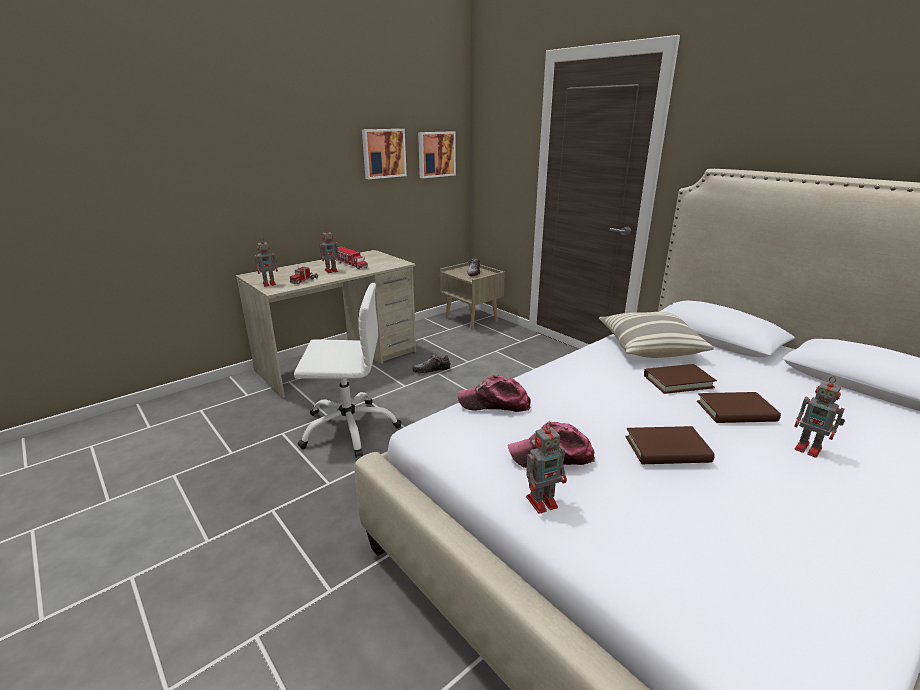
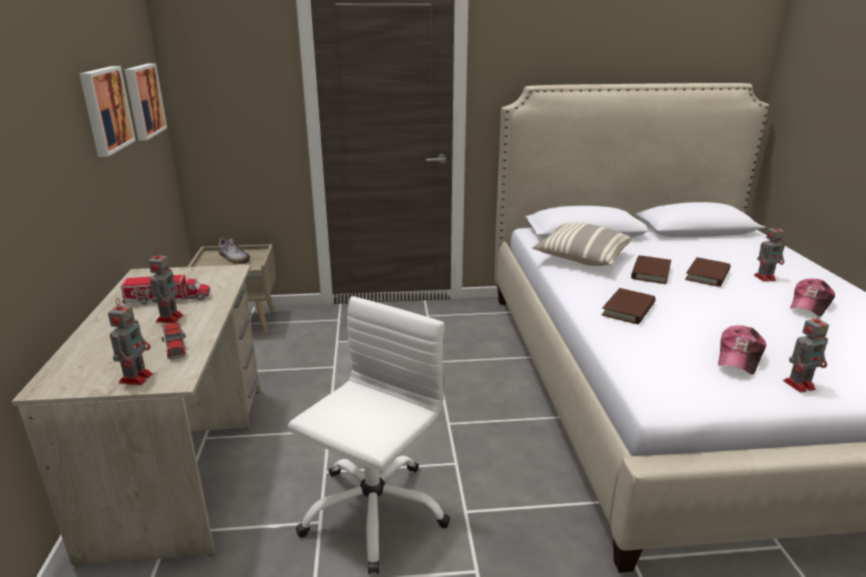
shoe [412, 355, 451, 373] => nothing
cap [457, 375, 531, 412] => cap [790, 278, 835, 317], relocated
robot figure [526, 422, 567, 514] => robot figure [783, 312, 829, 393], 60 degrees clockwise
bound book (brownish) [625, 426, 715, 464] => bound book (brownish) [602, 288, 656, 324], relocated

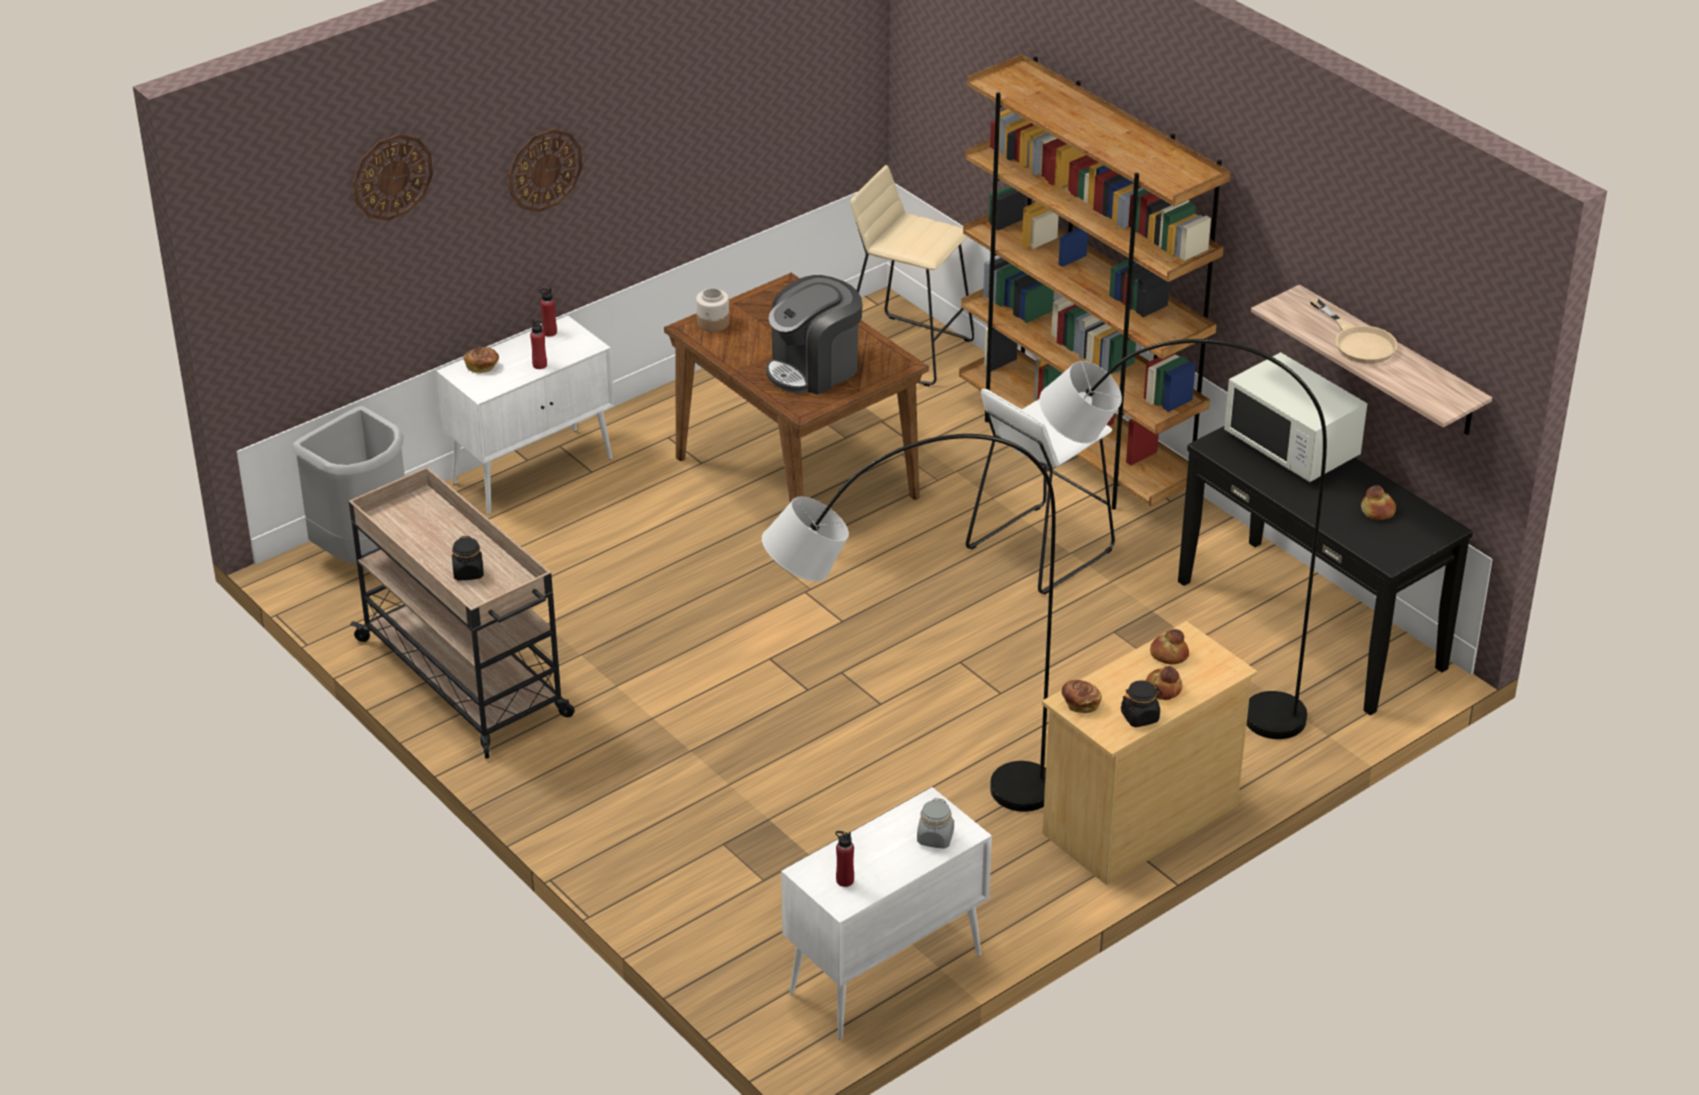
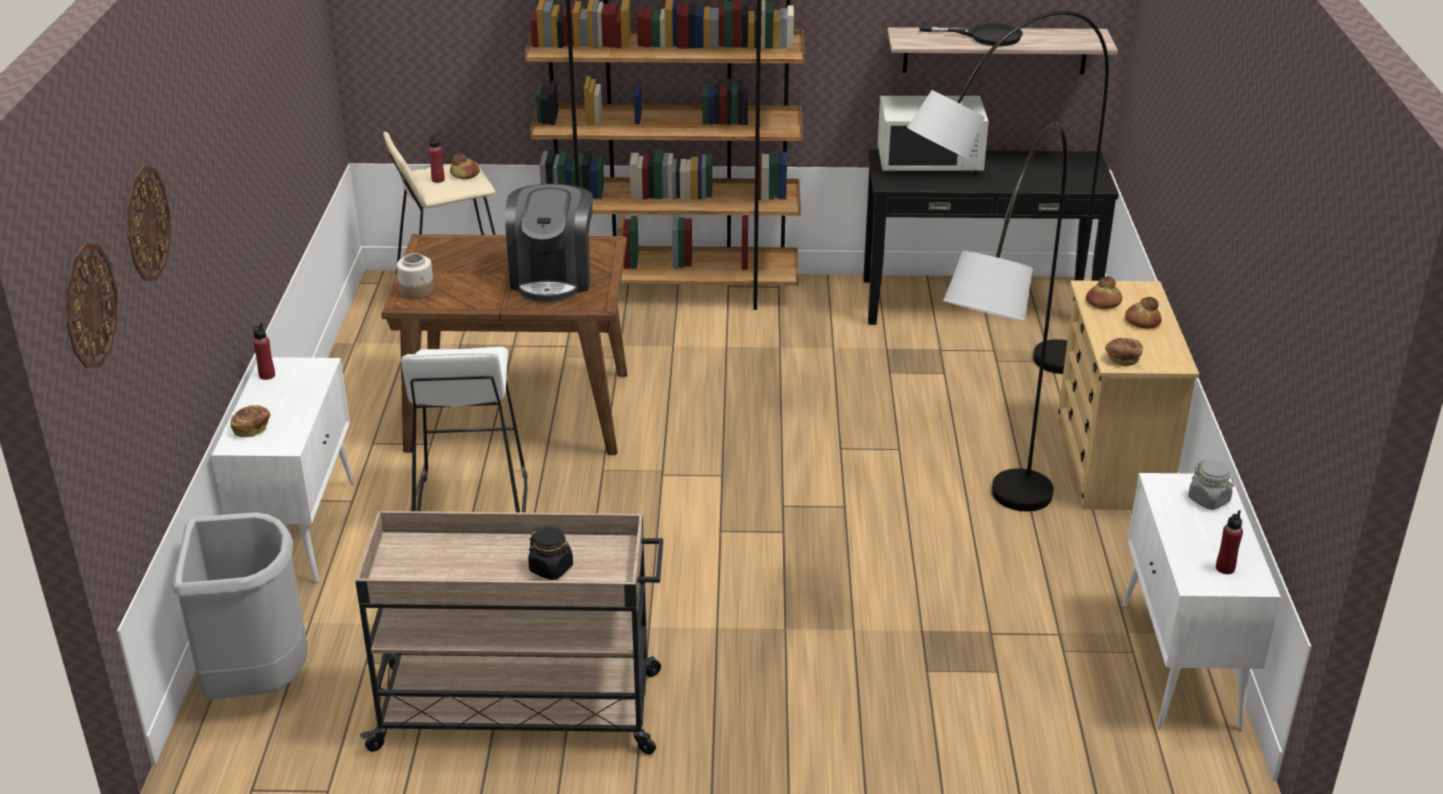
hanging clock [508, 129, 583, 212] => hanging clock [66, 243, 117, 368], relocated
bottle (red) [530, 319, 547, 369] => bottle (red) [429, 134, 445, 183], relocated
sitting stool (whitish) [966, 389, 1115, 594] => sitting stool (whitish) [401, 347, 528, 513], relocated
jar (blackish) [1121, 680, 1163, 727] => nothing
skillet (sand-coloured) [1310, 298, 1398, 364] => skillet (blackish) [919, 23, 1023, 46]
bakery bread [1361, 485, 1396, 520] => bakery bread [450, 153, 480, 179], relocated

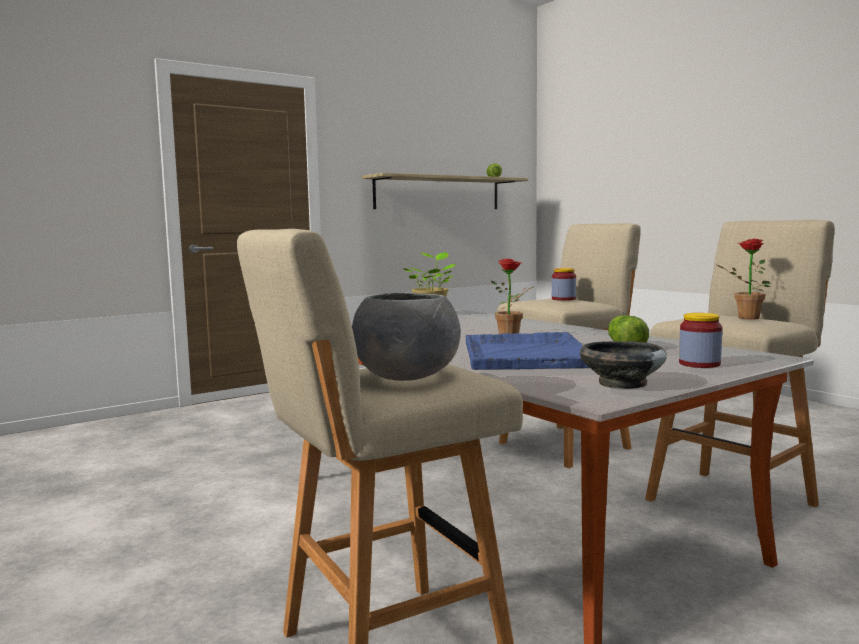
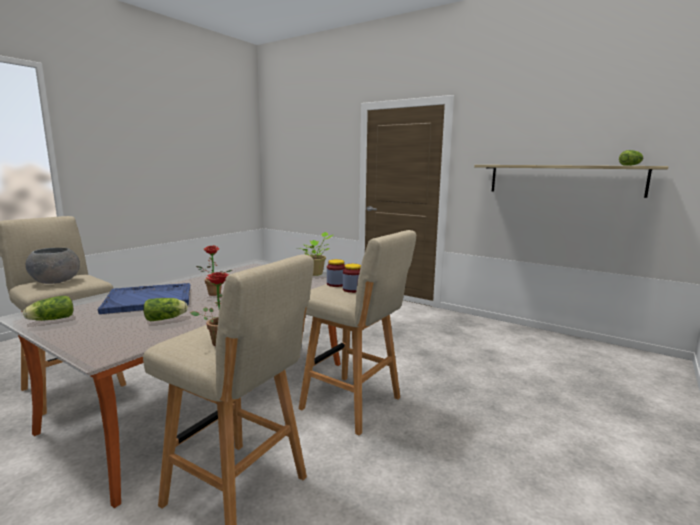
bowl (blackish) [580, 341, 667, 389] => lettuce [23, 296, 73, 321]
jar [679, 313, 722, 368] => jar [327, 259, 345, 287], relocated

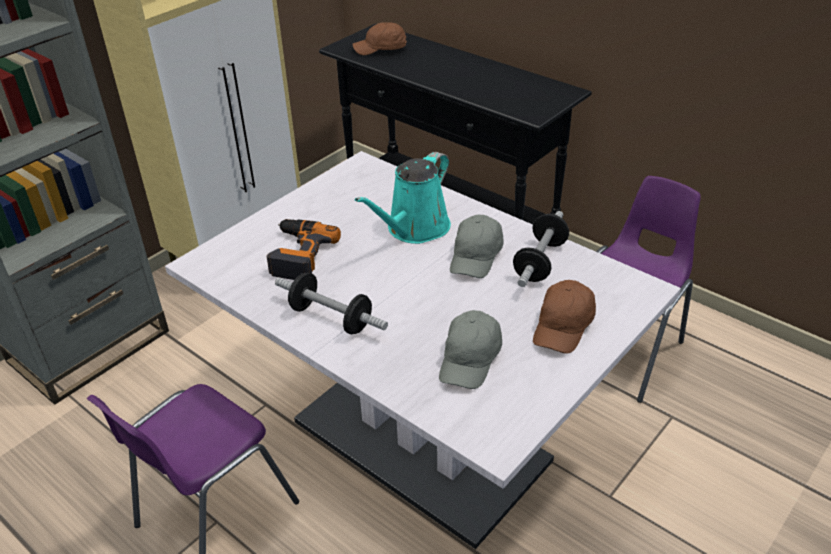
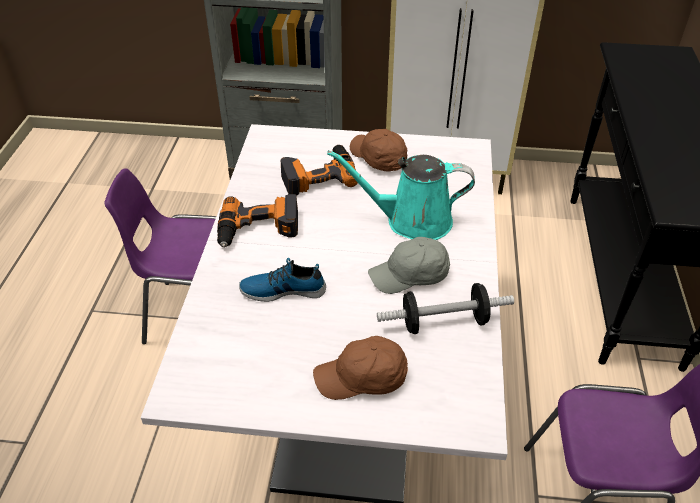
dumbbell [275, 273, 388, 334] => electric drill [217, 194, 298, 247]
cap (brownish) [352, 22, 407, 55] => cap (brownish) [350, 129, 407, 172], relocated
cap (gray) [439, 310, 502, 389] => nothing
nothing => shoe [239, 258, 326, 302]

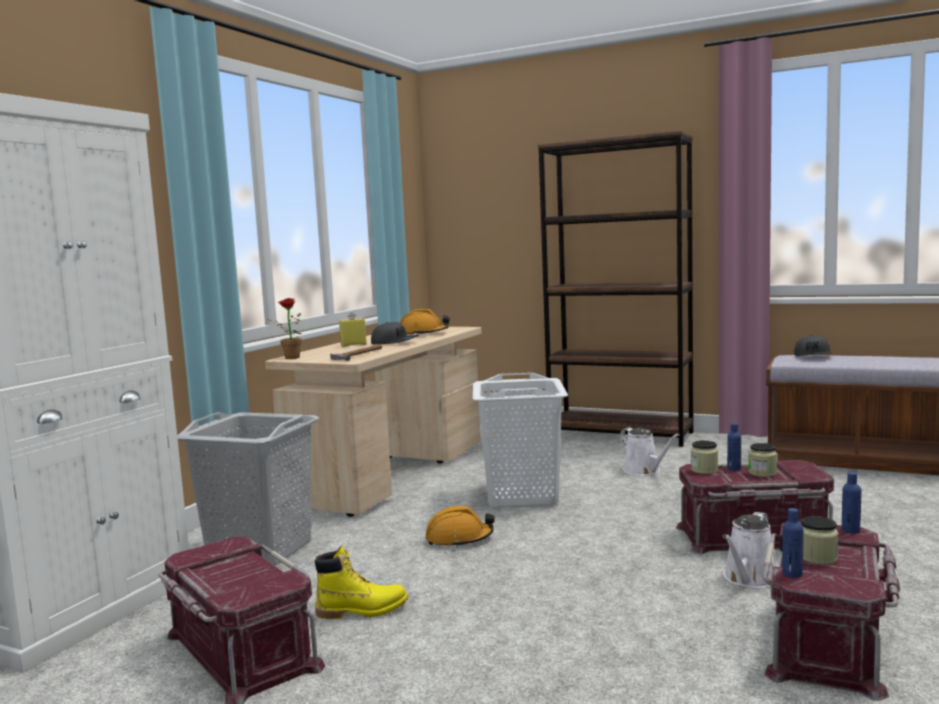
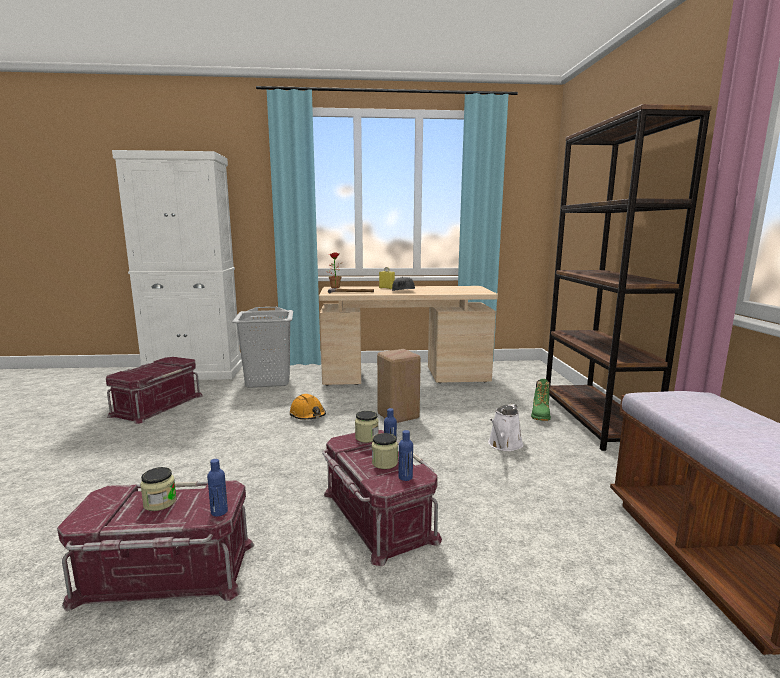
high-top boot (yellowish) [315, 545, 408, 619] => nothing
safety helmet (orange) [400, 309, 450, 335] => nothing
washing basket (whitish) [473, 373, 568, 508] => sitting stool (sand-coloured) [377, 349, 421, 423]
watering pot (whitish) [723, 512, 777, 588] => nothing
bottle (blue) [782, 508, 803, 578] => bottle (blue) [399, 430, 413, 481], relocated
cap (gray) [794, 335, 832, 357] => nothing
nothing => high-top boot (greenish) [531, 379, 551, 421]

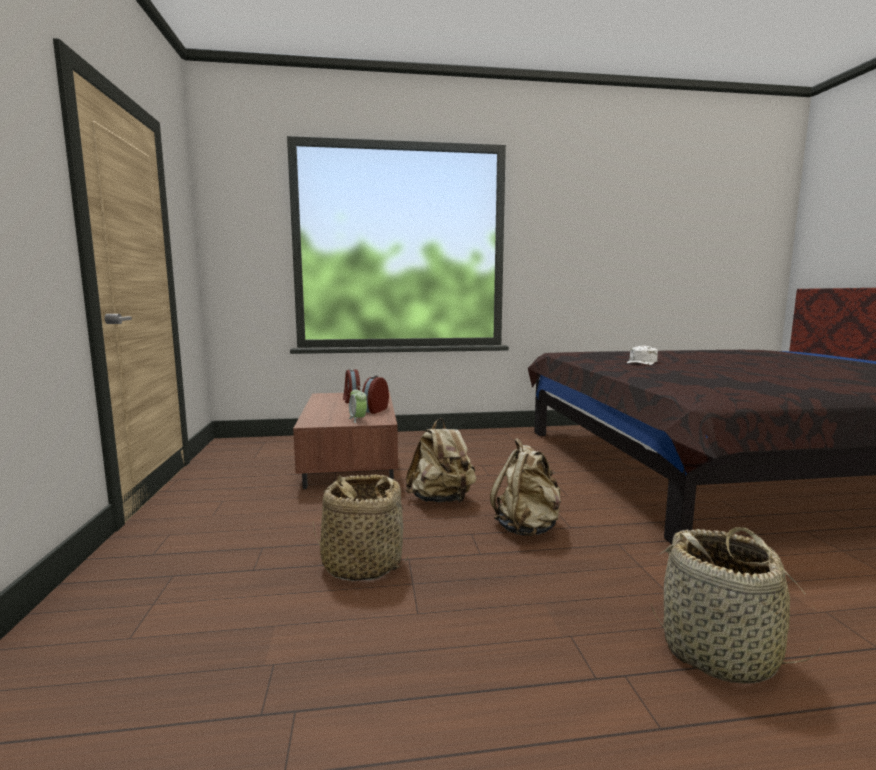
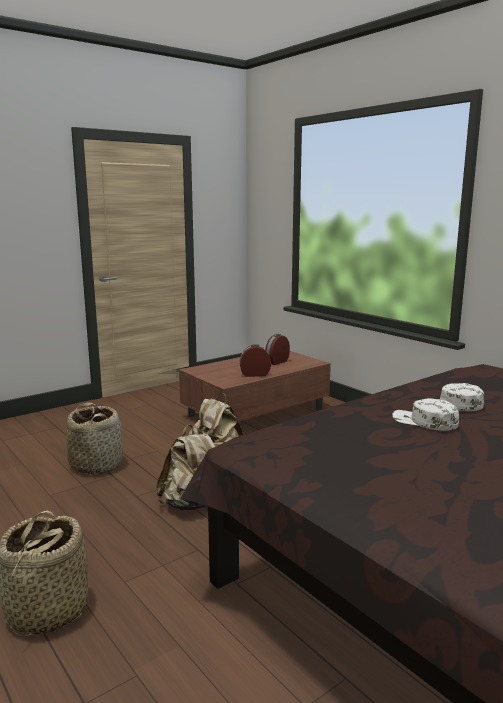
bedside clock [349, 386, 367, 423] => nothing
nothing => cap (whitish) [393, 398, 459, 431]

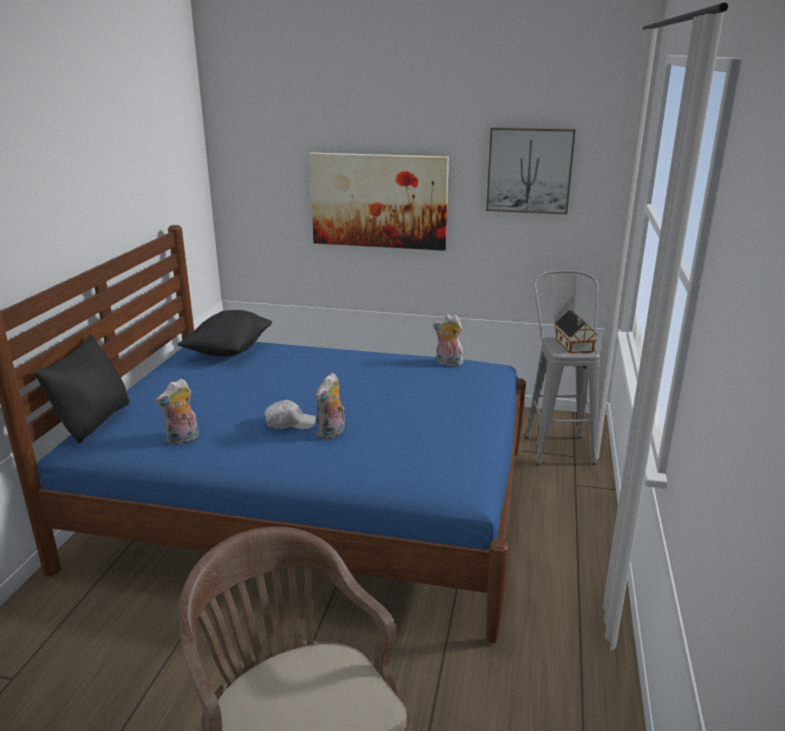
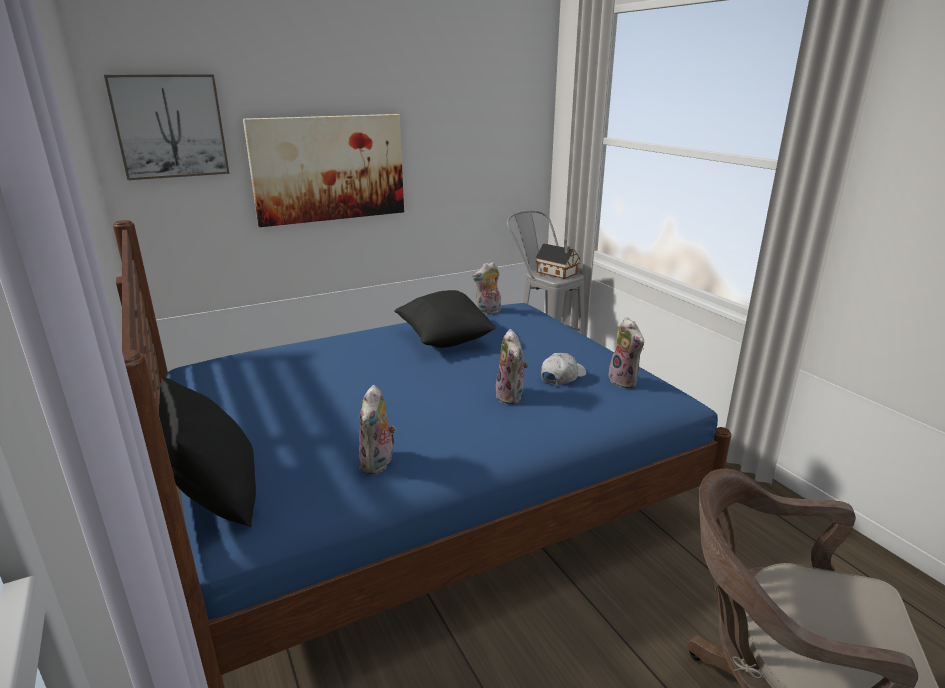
pillow (blackish) [177, 310, 272, 356] => pillow (blackish) [395, 290, 496, 348], relocated
cap (whitish) [265, 400, 316, 429] => cap (whitish) [541, 353, 586, 385], relocated
picture [486, 127, 576, 214] => picture [104, 75, 229, 180], relocated
nothing => soft toy [608, 317, 644, 388]

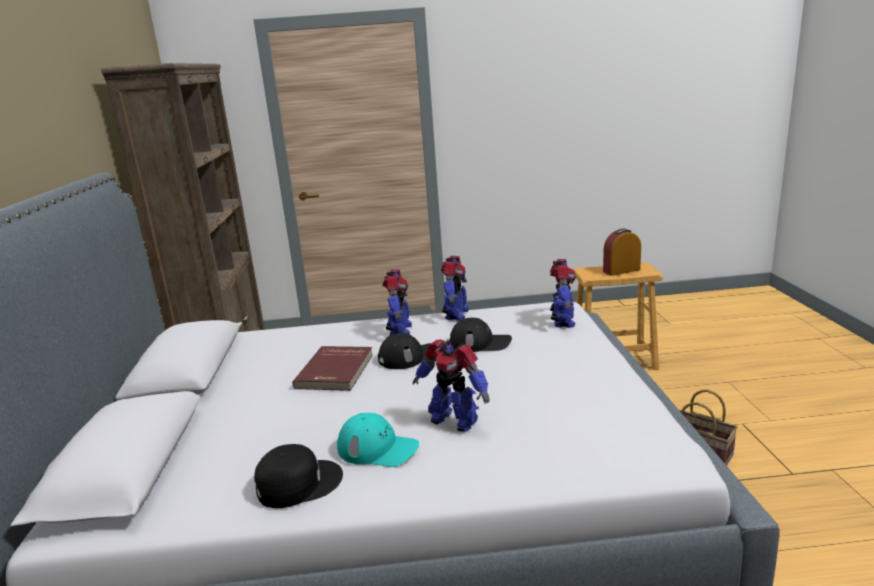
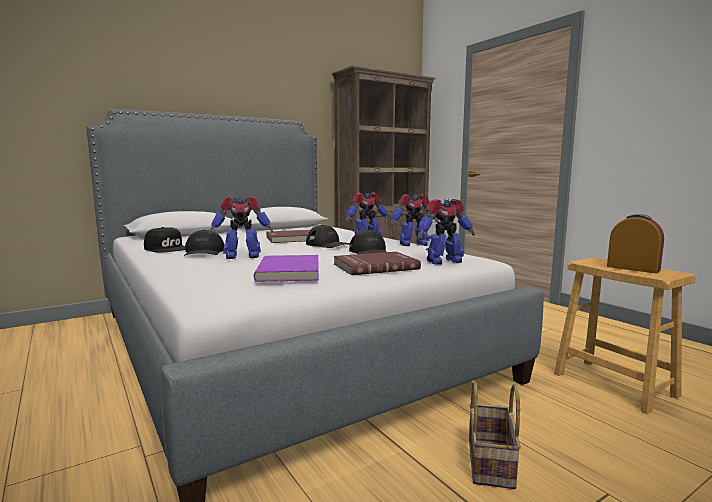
cap (turquoise) [337, 413, 419, 467] => cap (blackish) [184, 230, 224, 256]
robot figure [413, 339, 489, 432] => robot figure [209, 196, 273, 259], 105 degrees counterclockwise
nothing => bound book (purple) [254, 255, 319, 282]
nothing => bound book (red) [334, 252, 421, 275]

